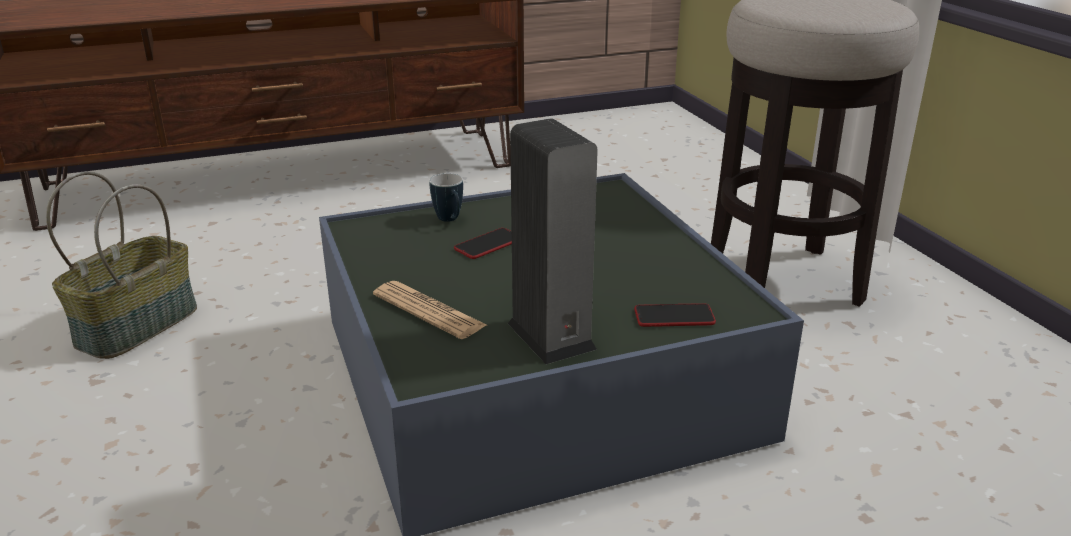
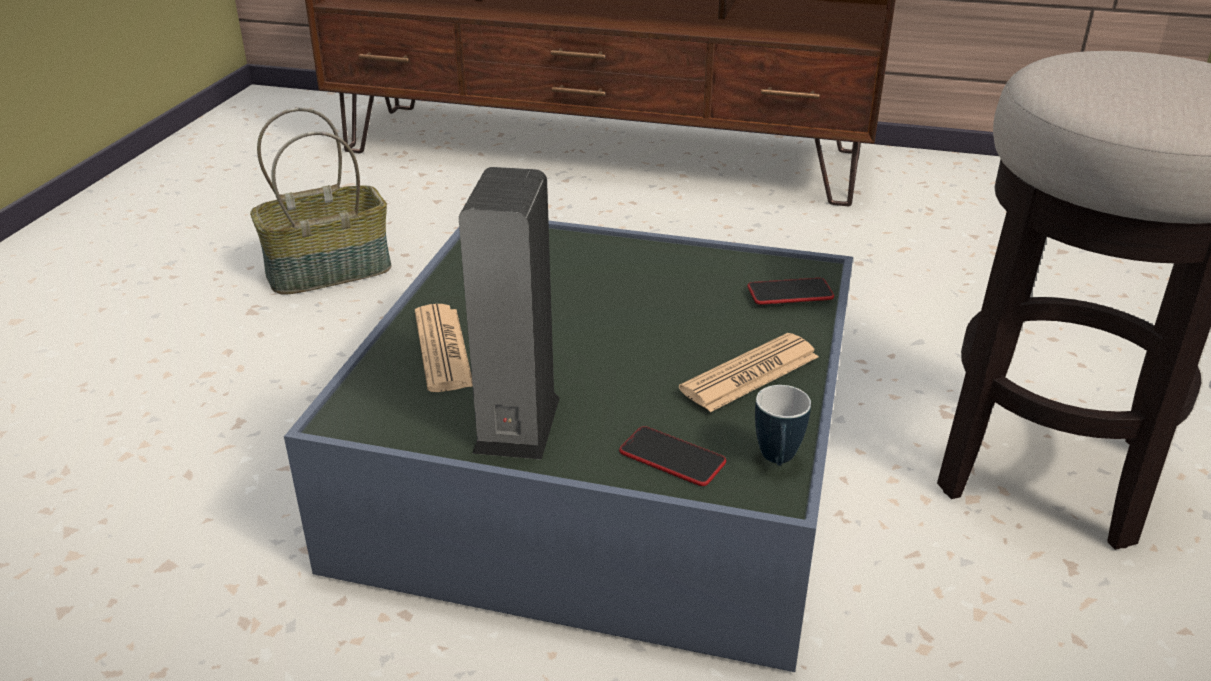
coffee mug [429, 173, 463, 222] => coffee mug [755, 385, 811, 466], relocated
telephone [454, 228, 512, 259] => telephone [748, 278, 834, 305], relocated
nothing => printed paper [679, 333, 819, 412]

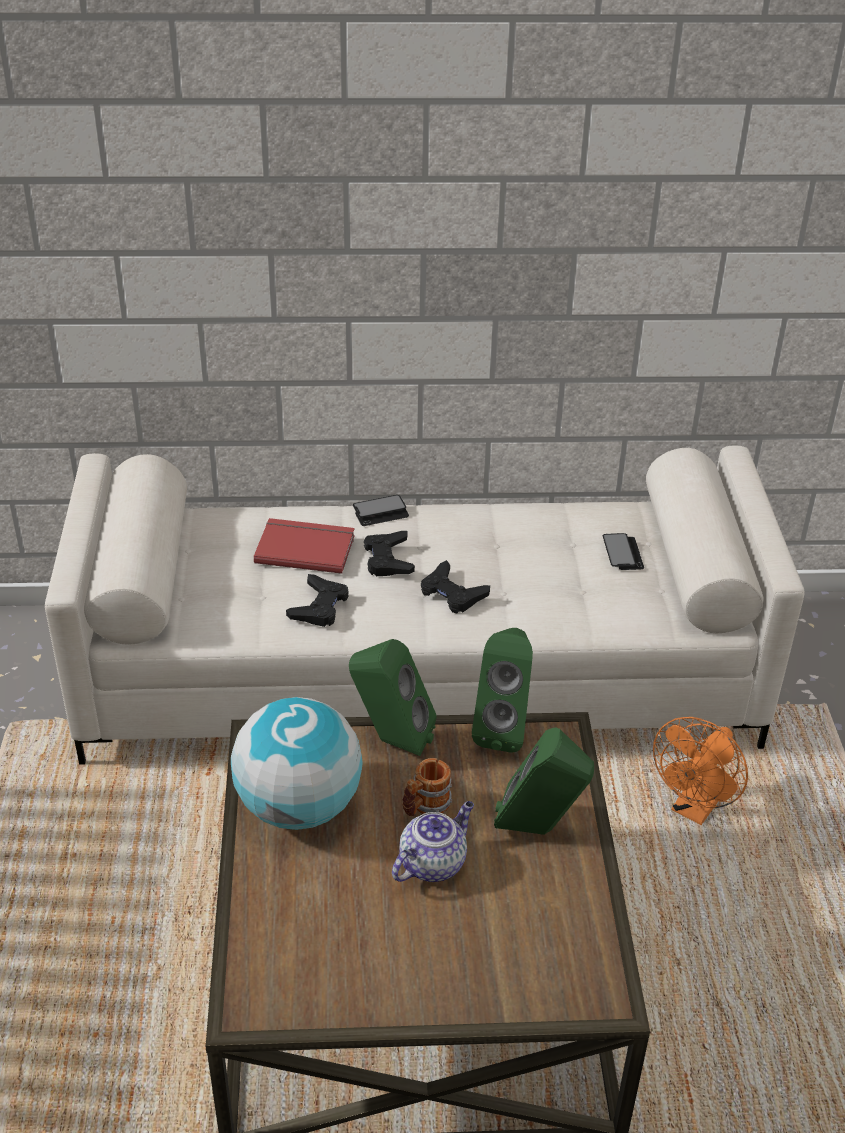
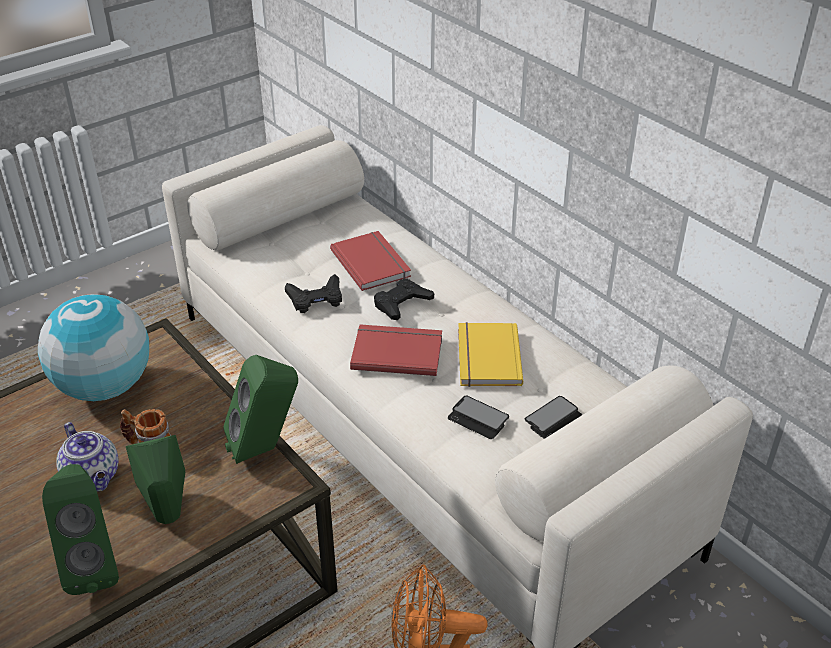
speaker (greenish) [349, 639, 437, 756] => speaker (greenish) [42, 464, 119, 595], relocated
telephone [353, 495, 409, 526] => telephone [448, 395, 509, 439], relocated
teapot [392, 801, 474, 882] => teapot [56, 422, 119, 491], 45 degrees clockwise
joypad (blackish) [421, 560, 490, 613] => bound book (red) [350, 324, 442, 376]
nothing => bound book (yellowish) [458, 322, 523, 387]

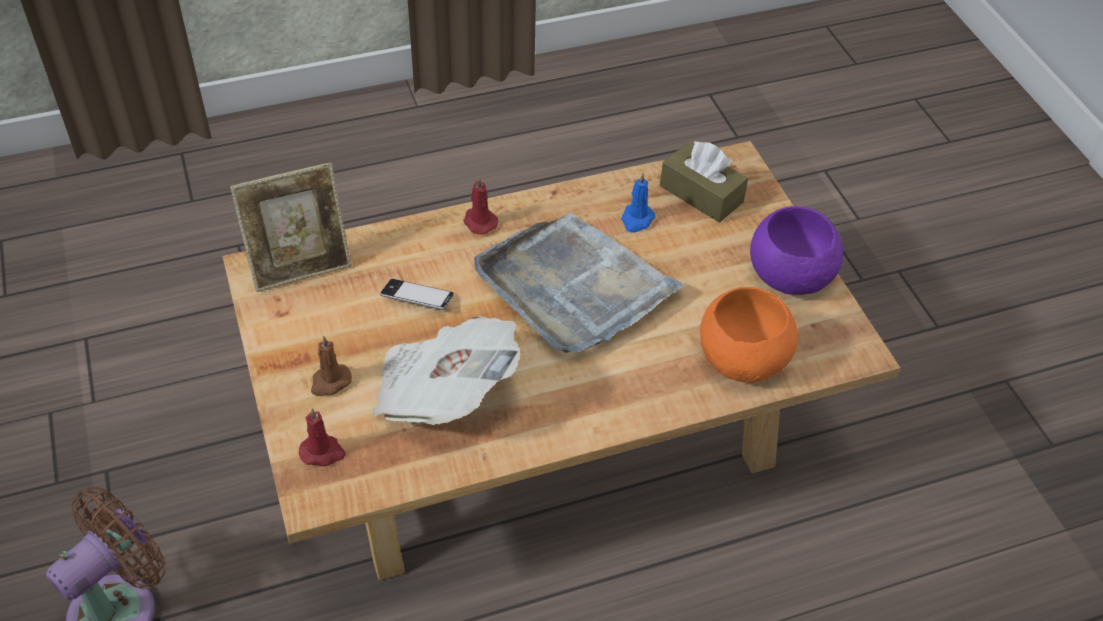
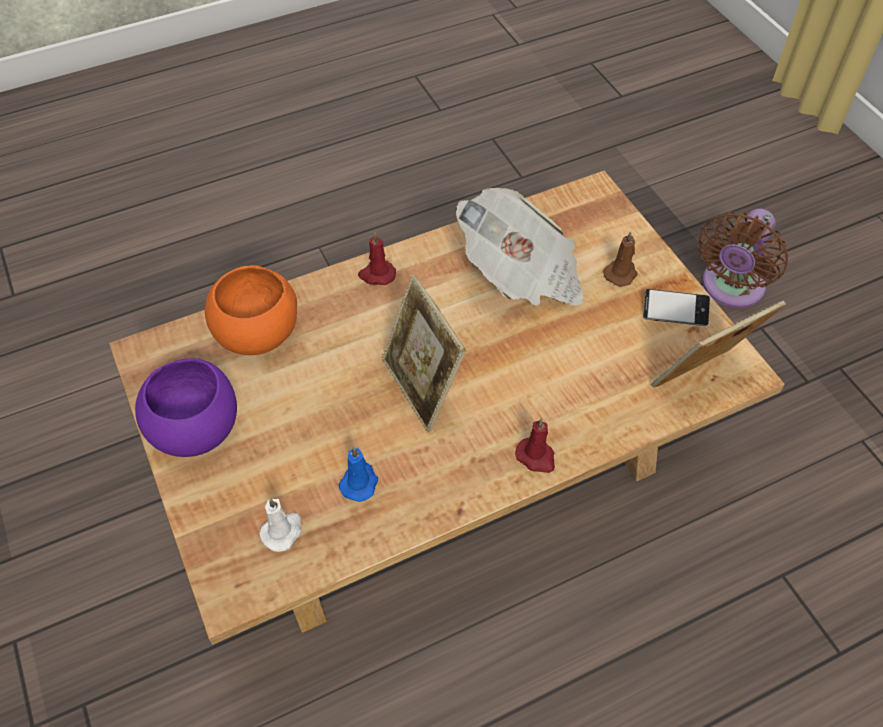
candle (red) [299, 408, 346, 466] => candle (red) [358, 232, 396, 285], relocated
telephone [380, 279, 454, 310] => telephone [643, 289, 710, 326], relocated
carrying tray (gray) [474, 213, 685, 353] => picture frame [382, 275, 466, 432]
tissue box (brownish) [660, 141, 748, 223] => candle (whitish) [259, 498, 302, 552]

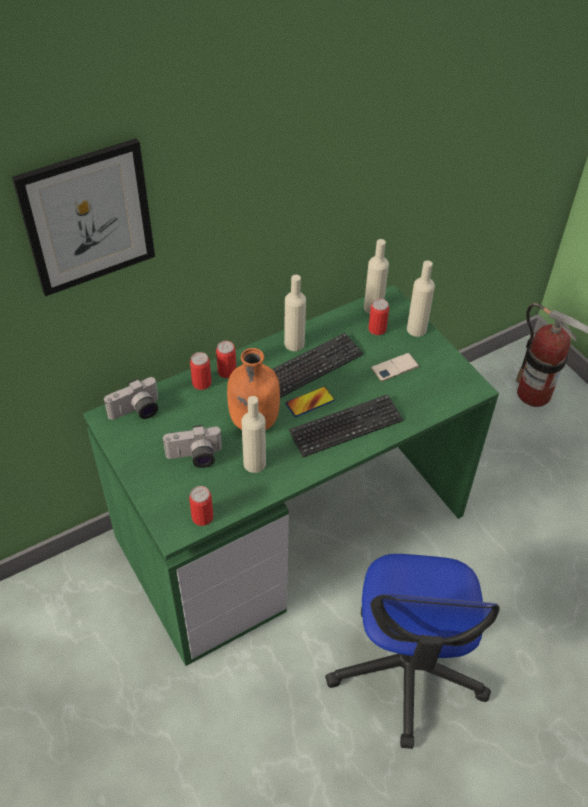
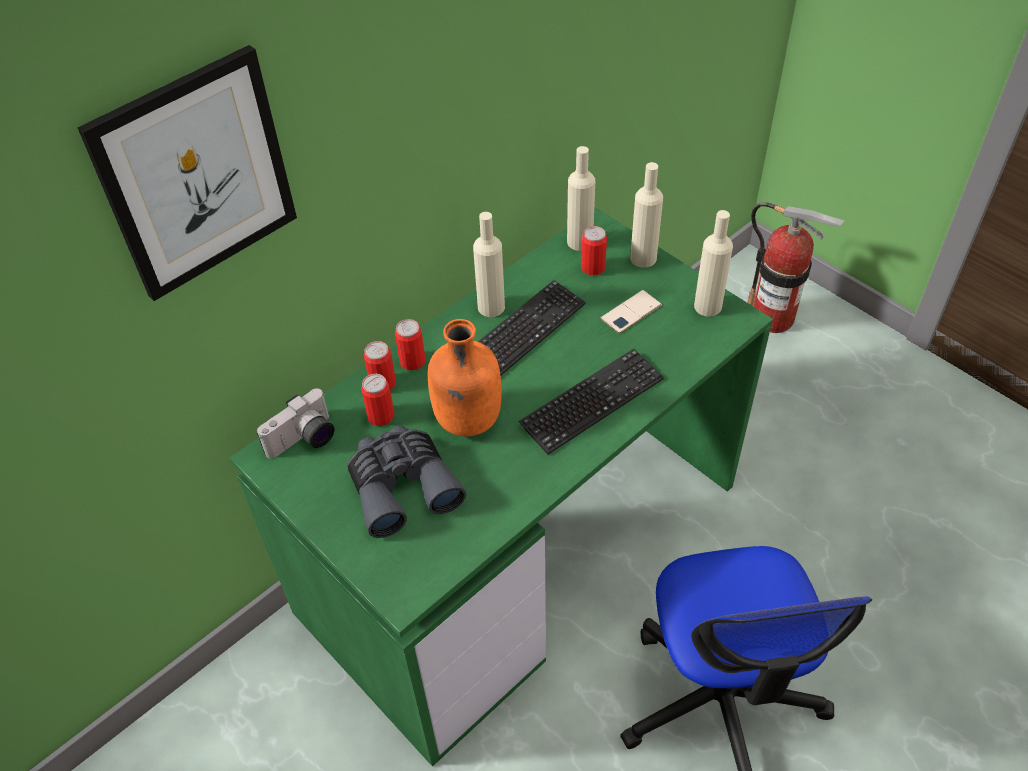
still camera [163, 425, 222, 468] => binoculars (gray) [347, 425, 466, 538]
can [189, 486, 213, 526] => can [361, 374, 395, 426], relocated
bottle (sand-coloured) [242, 396, 266, 473] => bottle (sand-coloured) [694, 210, 733, 317], relocated
telephone [285, 386, 335, 417] => nothing

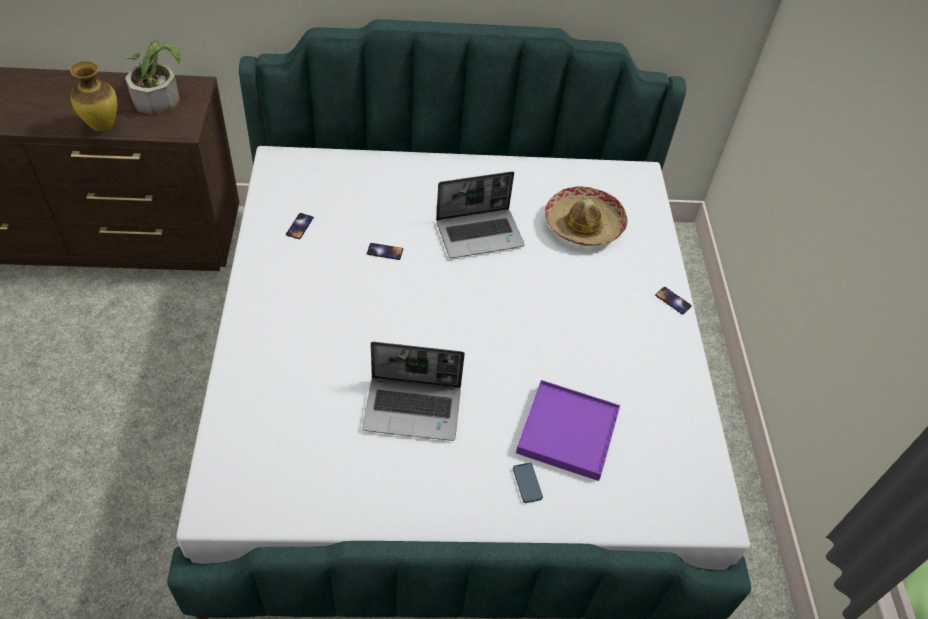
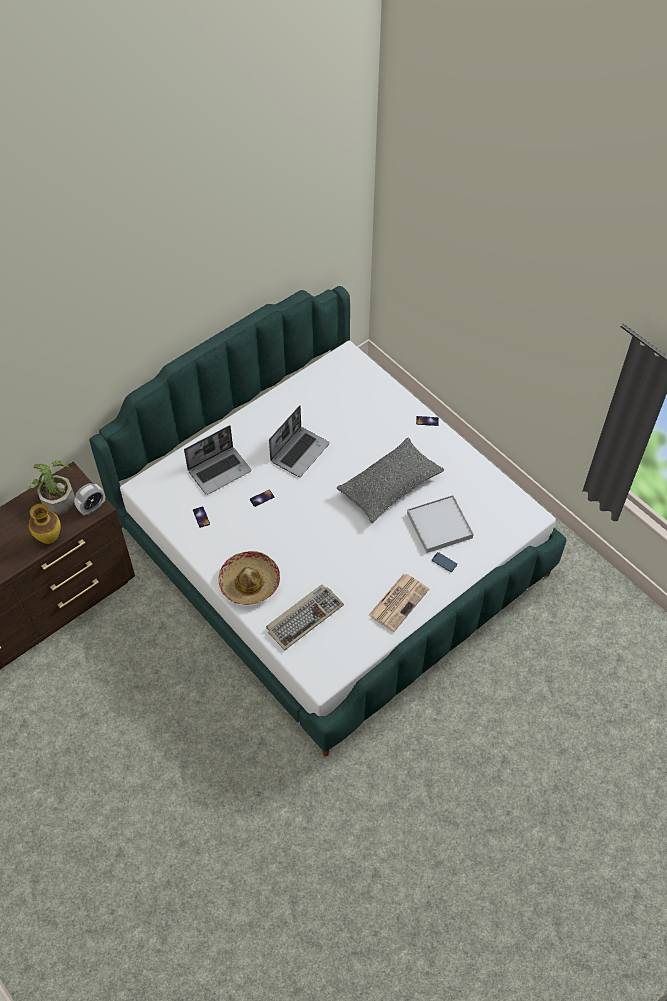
portable computer [362, 342, 465, 441] => portable computer [184, 425, 251, 495], relocated
carrying tray (purple) [516, 380, 620, 481] => carrying tray (whitish) [407, 495, 474, 553]
clothing hat [545, 186, 627, 246] => clothing hat [218, 551, 280, 605], relocated
nothing => bedside clock [74, 483, 105, 516]
nothing => PC keyboard [266, 584, 344, 651]
nothing => pillow (gray) [337, 437, 444, 523]
nothing => printed paper [368, 574, 429, 632]

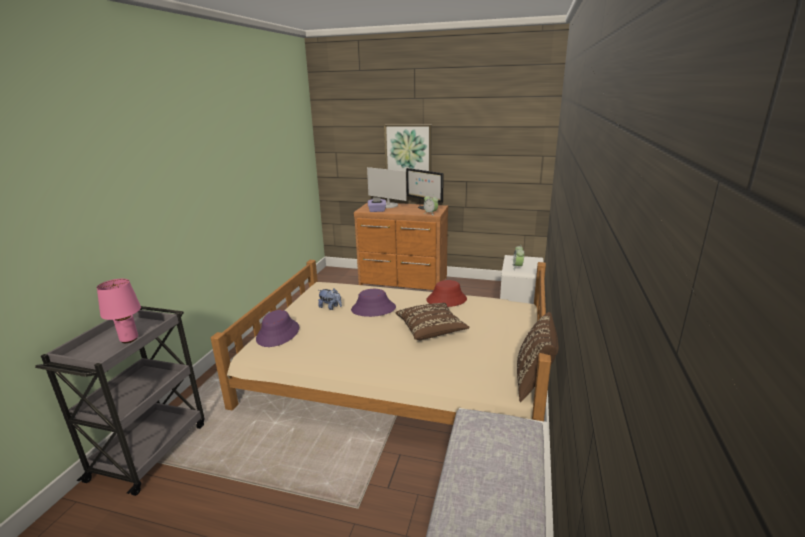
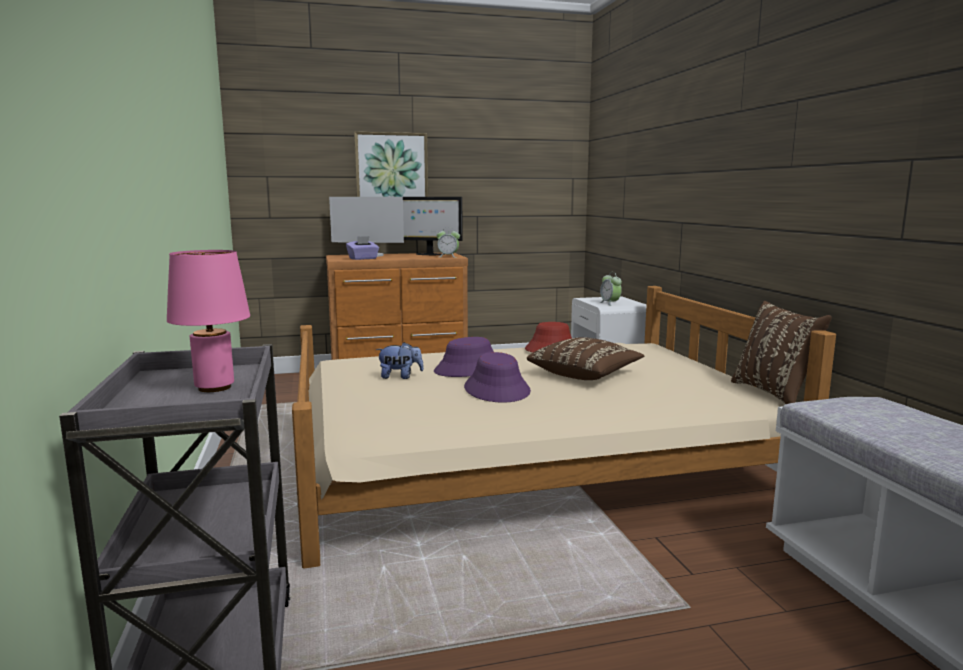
clothing hat (purple) [256, 310, 299, 347] => clothing hat (purple) [464, 352, 531, 403], relocated

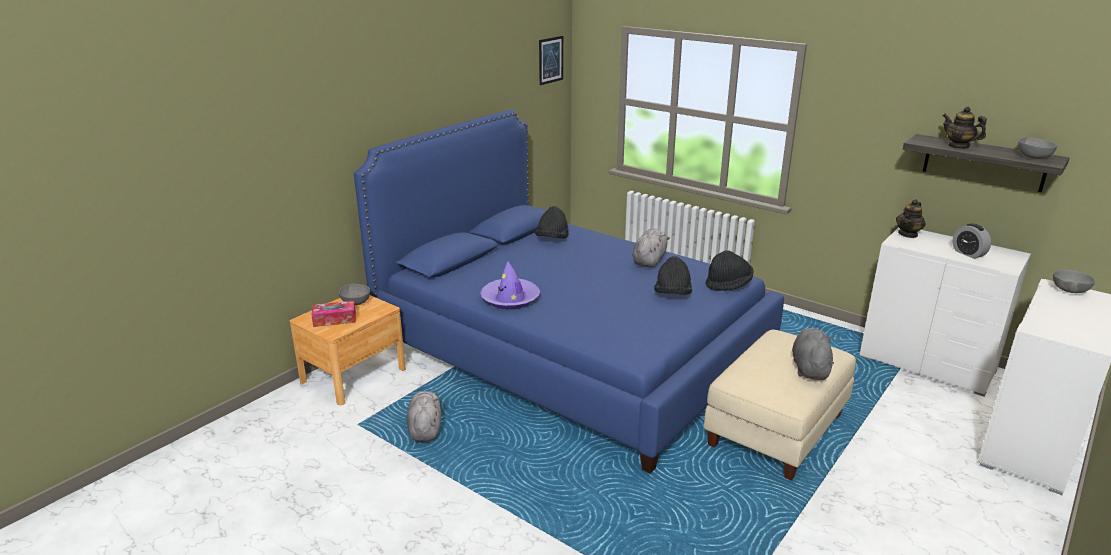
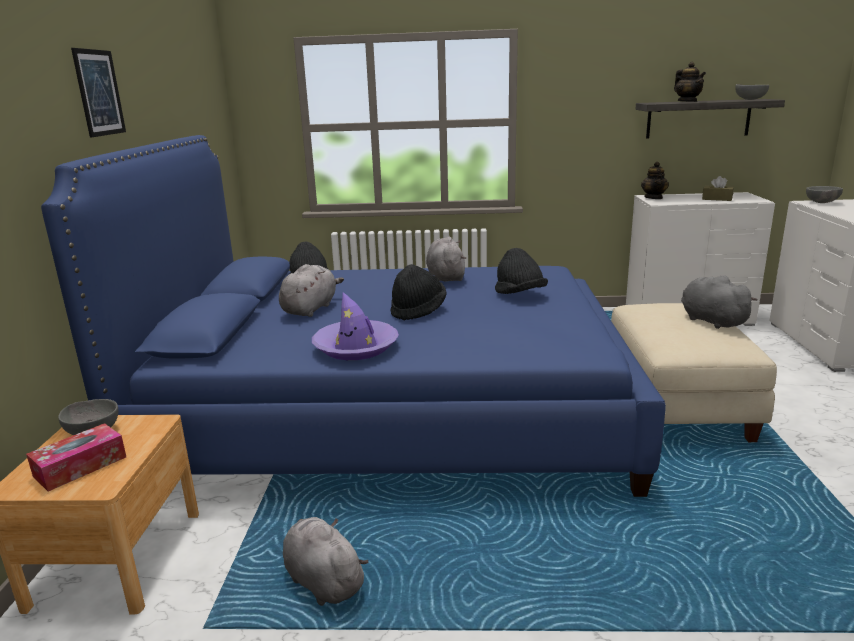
picture [539, 36, 563, 85] => picture [71, 48, 126, 138], relocated
clothing hat (blackish) [706, 250, 754, 291] => clothing hat (blackish) [390, 264, 447, 321], relocated
teapot [943, 107, 987, 149] => teapot [674, 62, 706, 102], 120 degrees counterclockwise
bedside clock [953, 223, 991, 259] => tissue box (brownish) [702, 176, 734, 201]
nothing => soft toy (gray) [279, 264, 344, 317]

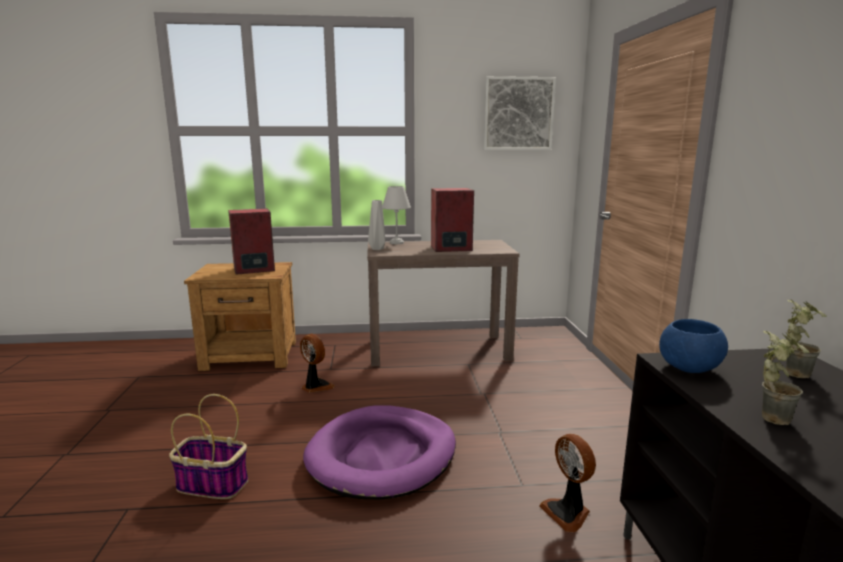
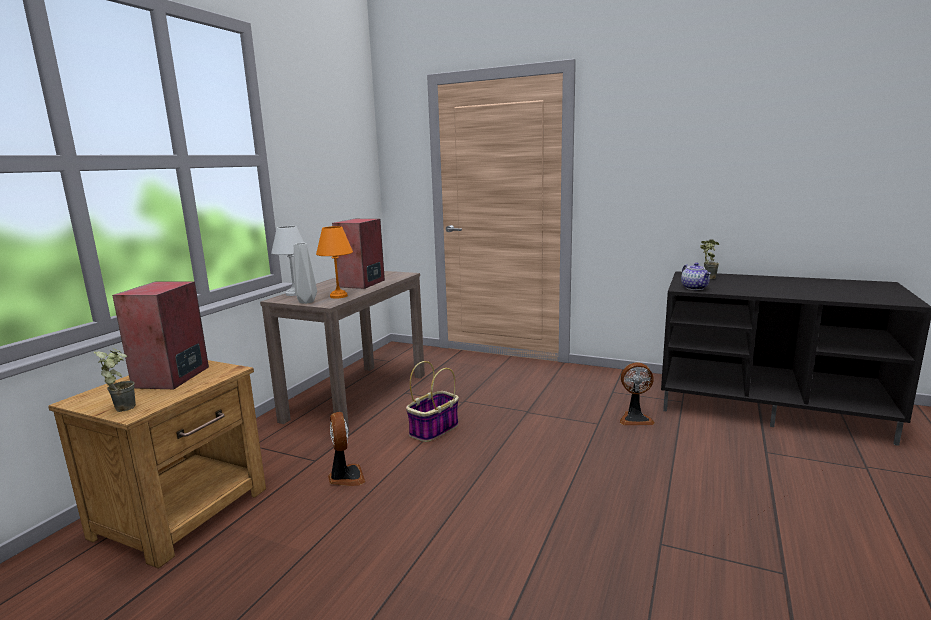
storage basket [169, 394, 248, 499] => storage basket [406, 361, 459, 442], relocated
electric fan [300, 334, 335, 392] => electric fan [328, 412, 365, 486], 90 degrees clockwise
dog bed (purple) [303, 405, 456, 500] => nothing
picture [483, 76, 556, 150] => nothing
bowl (blue) [659, 319, 728, 373] => teapot [681, 263, 711, 290]
potted plant [762, 331, 809, 425] => potted plant [94, 348, 136, 412], relocated
nothing => table lamp (orange) [316, 226, 353, 299]

